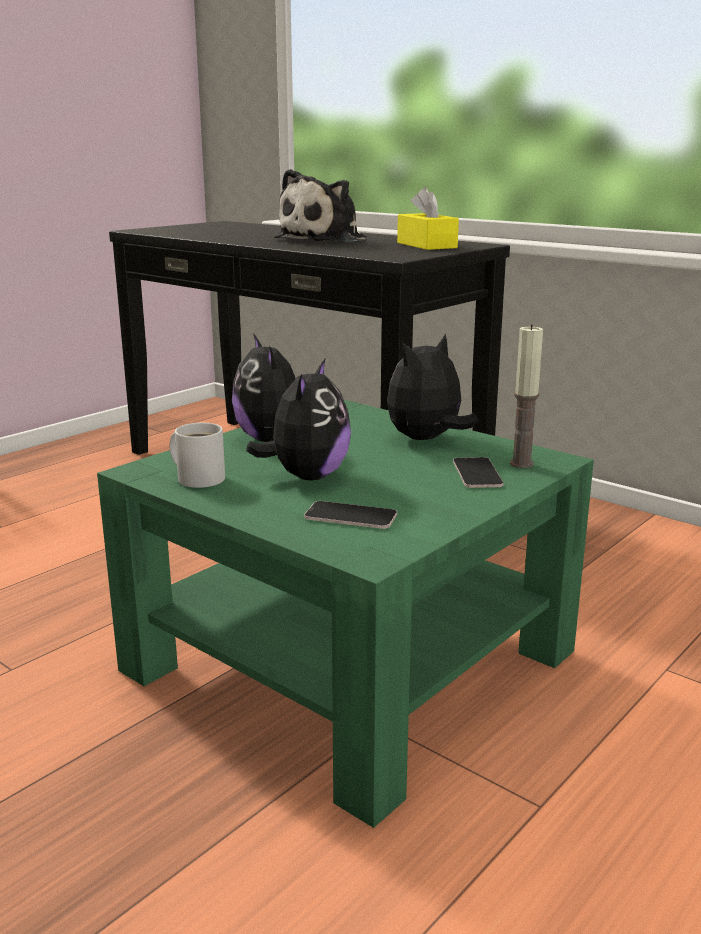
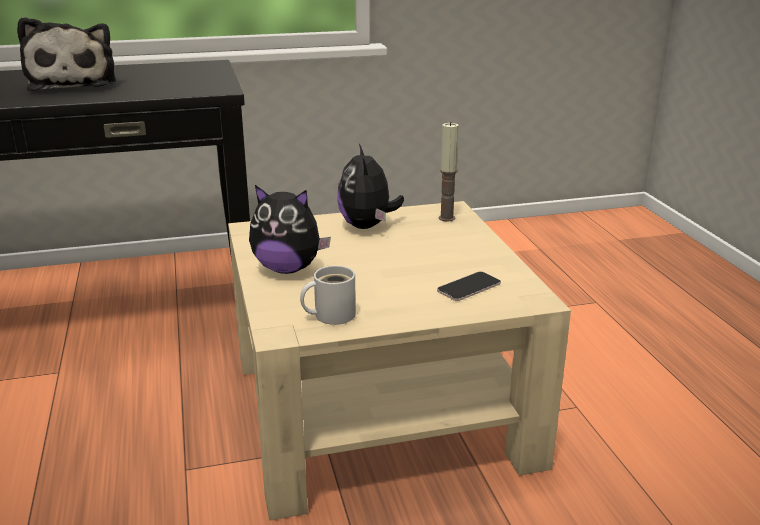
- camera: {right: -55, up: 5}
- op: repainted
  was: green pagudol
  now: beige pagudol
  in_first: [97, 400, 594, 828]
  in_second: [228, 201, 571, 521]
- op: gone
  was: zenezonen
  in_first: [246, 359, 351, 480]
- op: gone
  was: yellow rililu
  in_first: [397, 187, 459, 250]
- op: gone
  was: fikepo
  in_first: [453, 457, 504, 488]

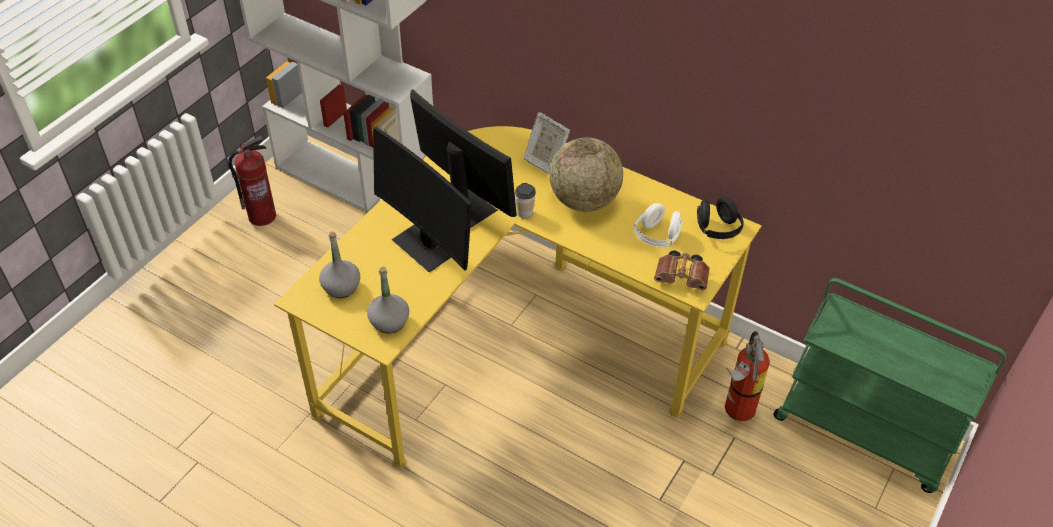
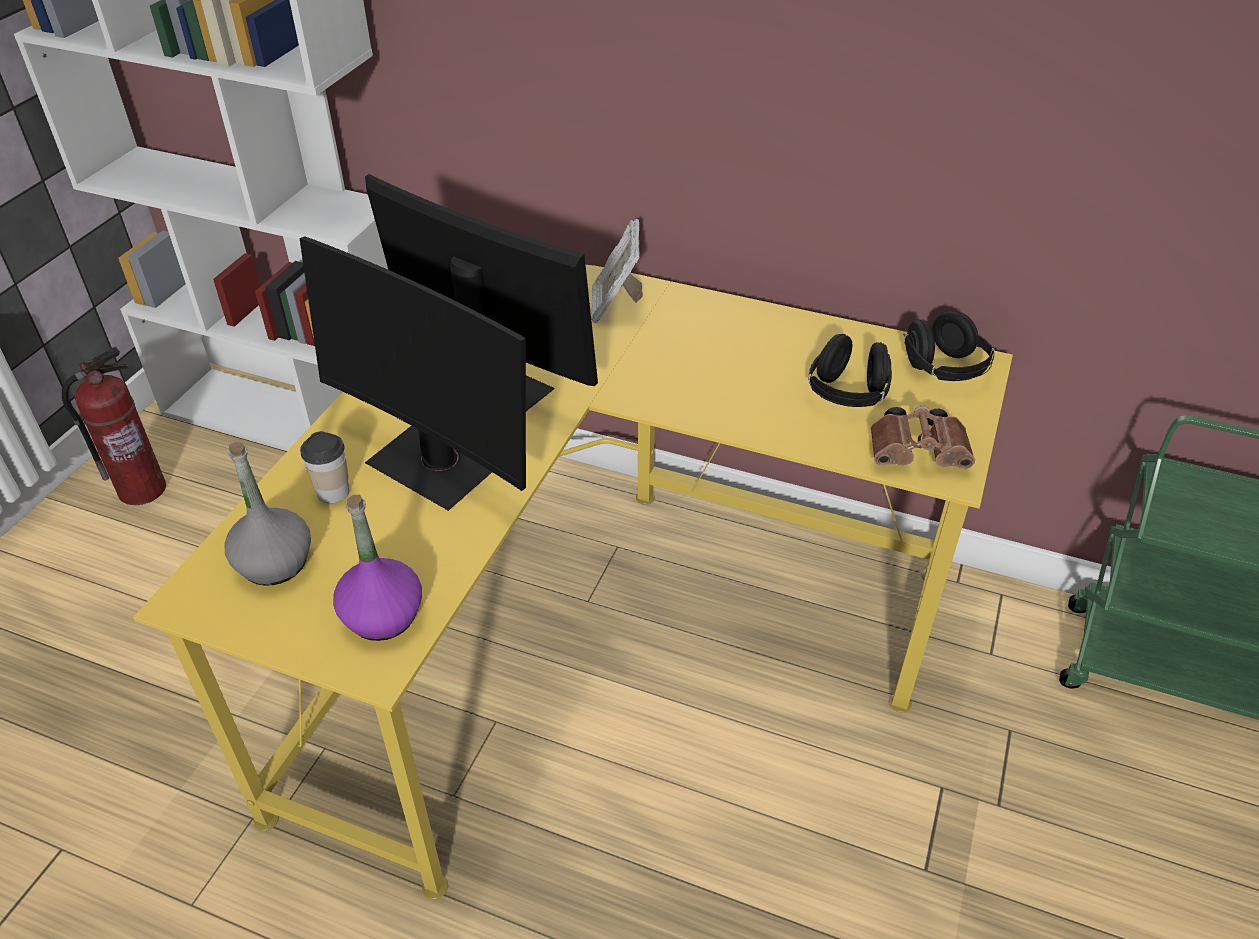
- camera: {right: -10, up: -5}
- op: repainted
  was: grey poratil
  now: purple poratil
  in_first: [367, 267, 409, 334]
  in_second: [333, 495, 422, 641]
- op: shifted
  was: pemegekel
  in_first: [515, 183, 536, 218]
  in_second: [300, 431, 350, 503]
- op: rotated
  was: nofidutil
  in_first: [524, 112, 570, 174]
  in_second: [591, 219, 643, 323]
  clockwise: 60
- op: gone
  was: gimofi
  in_first: [549, 137, 623, 212]
- op: repainted
  was: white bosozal
  now: black bosozal
  in_first: [634, 203, 683, 247]
  in_second: [808, 334, 892, 407]
- op: gone
  was: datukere
  in_first: [725, 331, 770, 421]

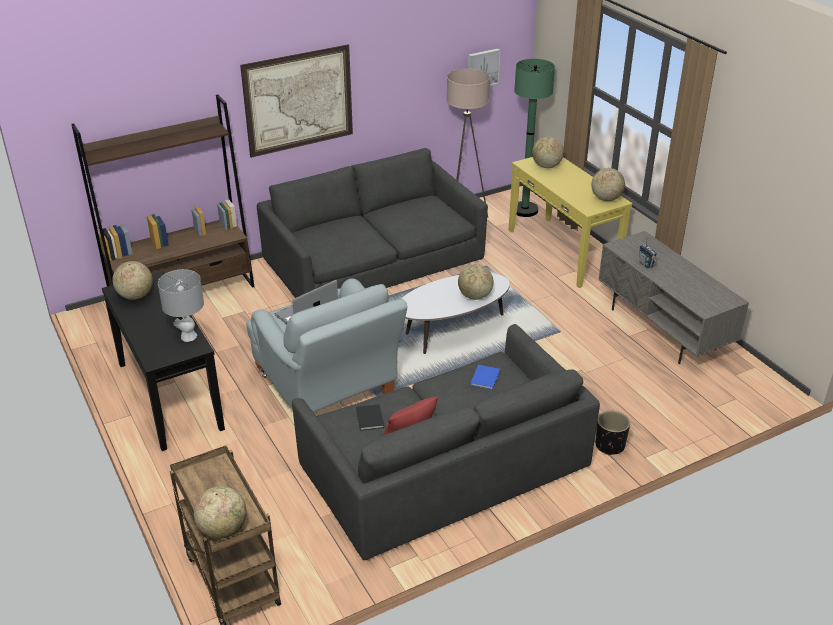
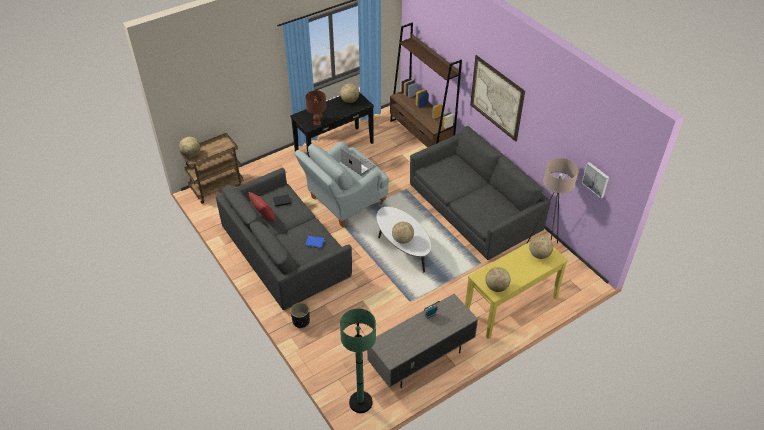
- camera: {right: 85, up: 10}
- op: repainted
  was: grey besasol
  now: brown besasol
  in_first: [158, 269, 204, 342]
  in_second: [305, 90, 326, 125]
- op: shifted
  was: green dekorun
  in_first: [514, 59, 555, 217]
  in_second: [340, 308, 376, 413]

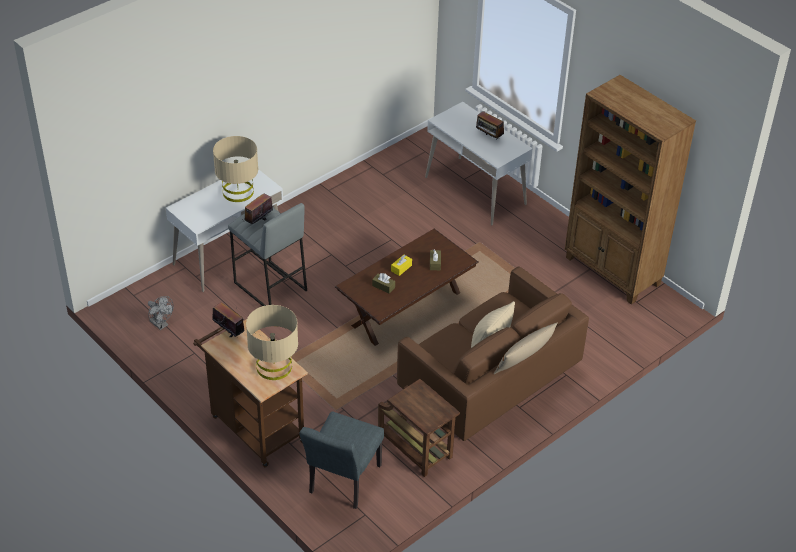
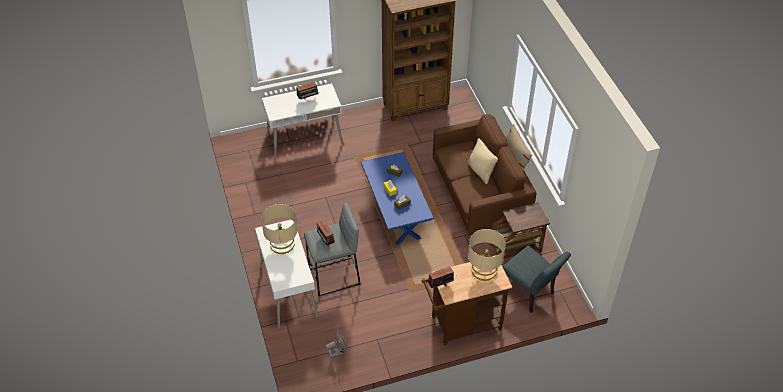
- camera: {right: -65, up: 5}
- op: repainted
  was: brown pagudol
  now: blue pagudol
  in_first: [335, 229, 479, 346]
  in_second: [361, 152, 434, 245]

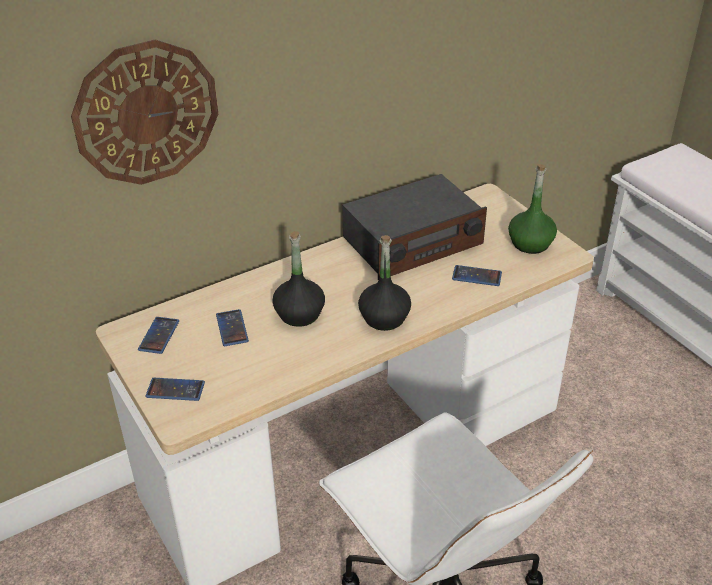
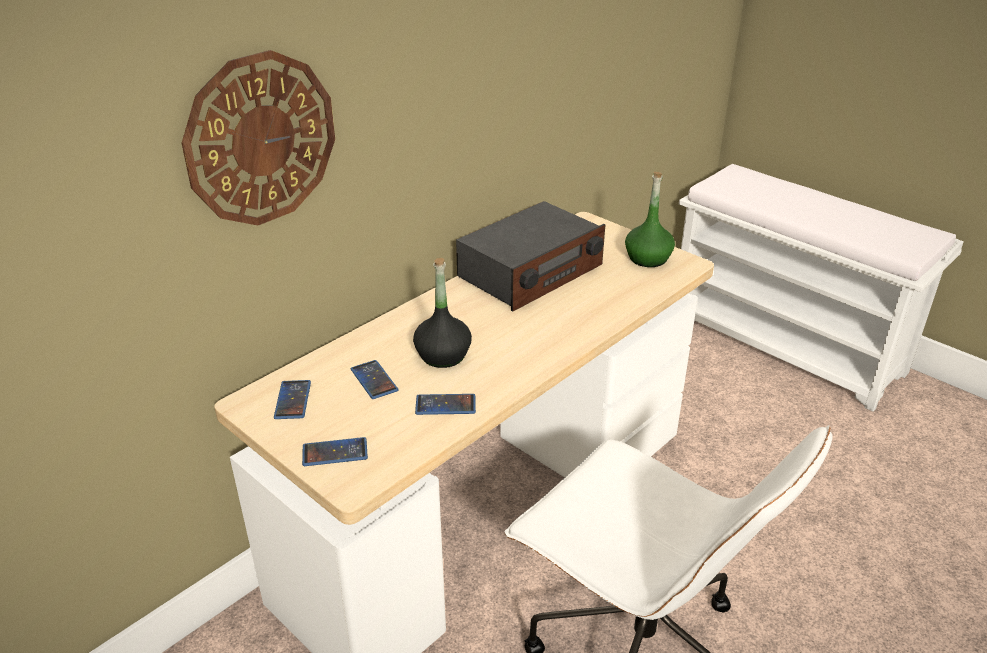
- camera: {right: -15, up: -5}
- op: gone
  was: black poratil
  in_first: [358, 235, 411, 331]
- op: shifted
  was: fikepo
  in_first: [452, 265, 502, 286]
  in_second: [415, 394, 476, 415]

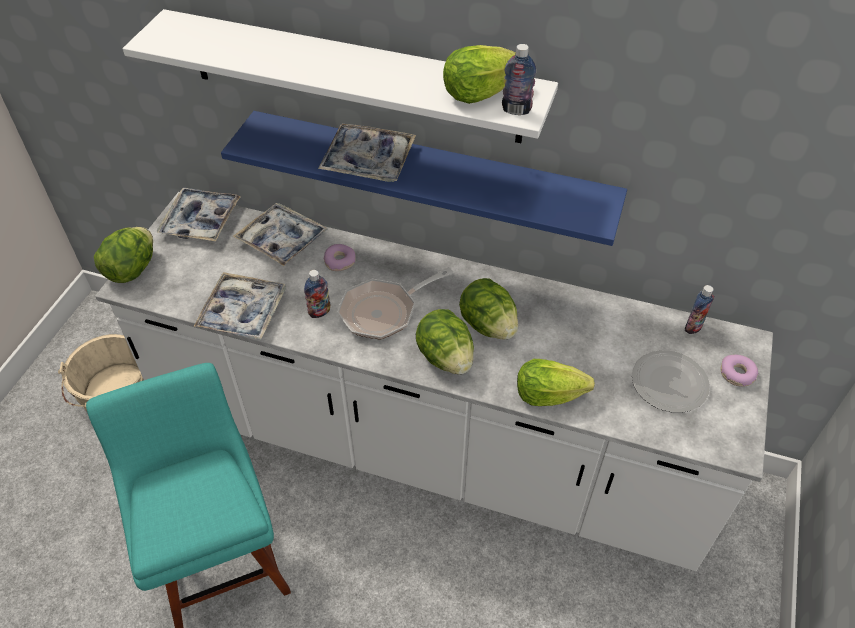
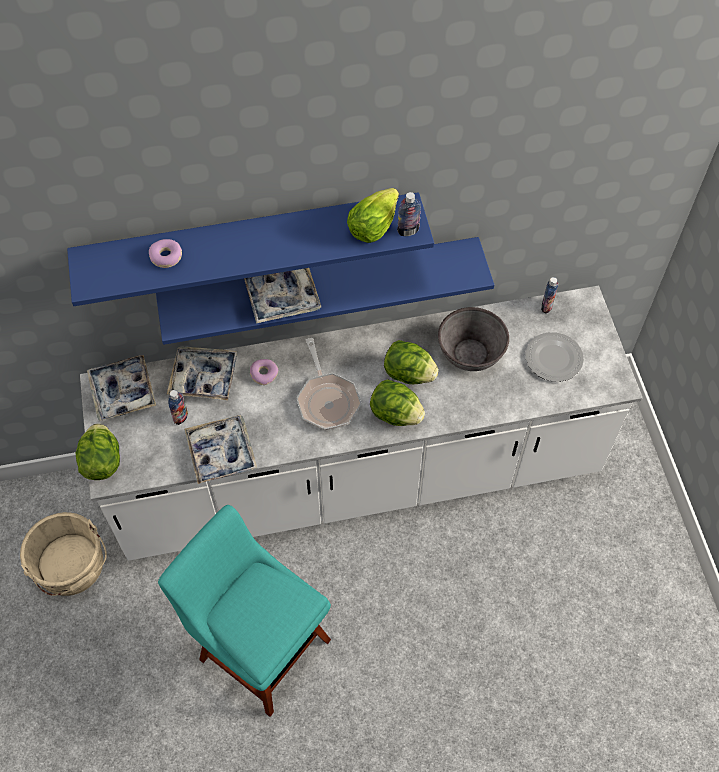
- camera: {right: -30, up: 10}
- op: repainted
  was: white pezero
  now: blue pezero
  in_first: [123, 9, 558, 143]
  in_second: [67, 192, 434, 306]
- op: shifted
  was: poratil
  in_first: [304, 270, 330, 318]
  in_second: [168, 390, 188, 425]
- op: rotated
  was: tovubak
  in_first: [337, 267, 454, 340]
  in_second: [296, 338, 361, 430]
  clockwise: -45
- op: gone
  was: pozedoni
  in_first: [517, 359, 595, 406]
- op: shifted
  was: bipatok
  in_first: [720, 355, 758, 387]
  in_second: [149, 239, 182, 268]
- op: new
  now: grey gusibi
  in_second: [438, 307, 509, 371]

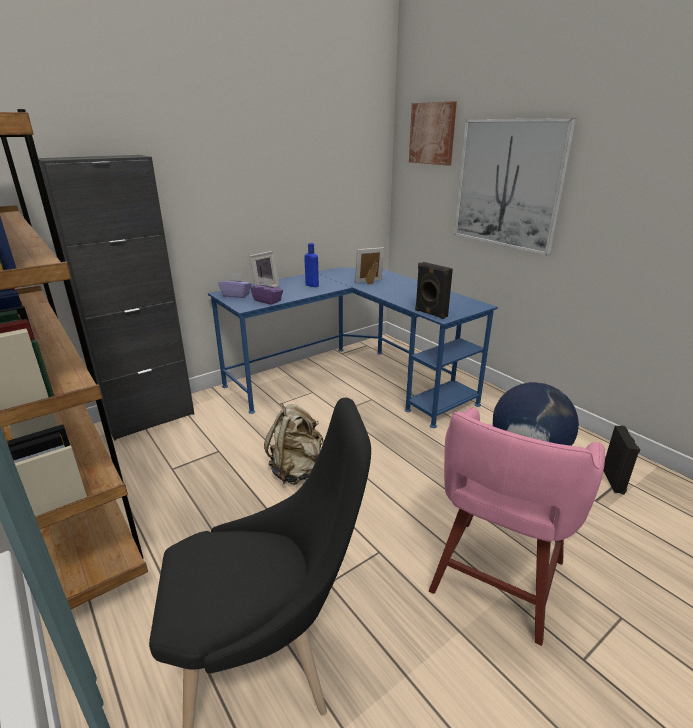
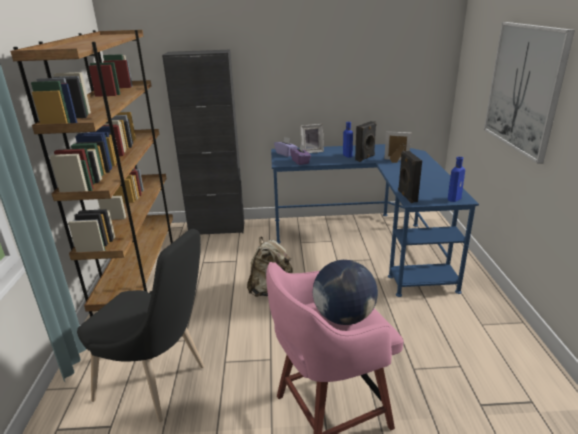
- camera: {right: 35, up: 0}
- op: gone
  was: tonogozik
  in_first: [409, 101, 457, 166]
- op: shifted
  was: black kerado
  in_first: [604, 425, 640, 494]
  in_second: [355, 121, 376, 162]
- op: new
  now: blue poratil
  in_second: [448, 157, 465, 202]

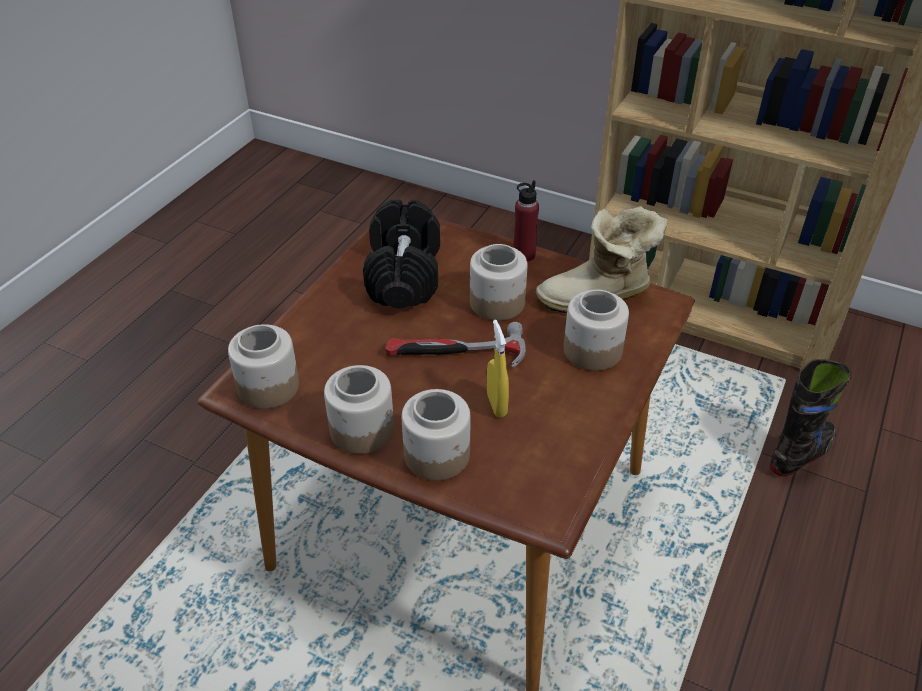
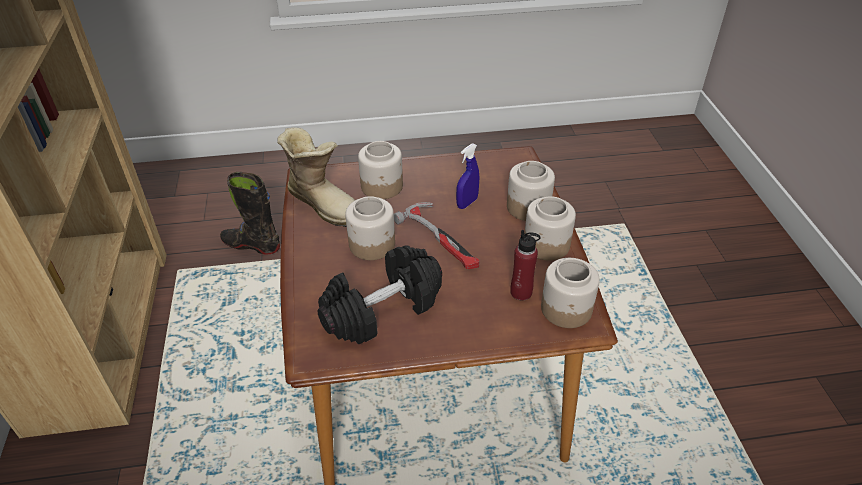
- camera: {right: -125, up: 0}
- op: repainted
  was: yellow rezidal
  now: blue rezidal
  in_first: [487, 320, 509, 417]
  in_second: [456, 143, 480, 209]
- op: shifted
  was: red poratil
  in_first: [513, 180, 539, 262]
  in_second: [510, 230, 540, 300]

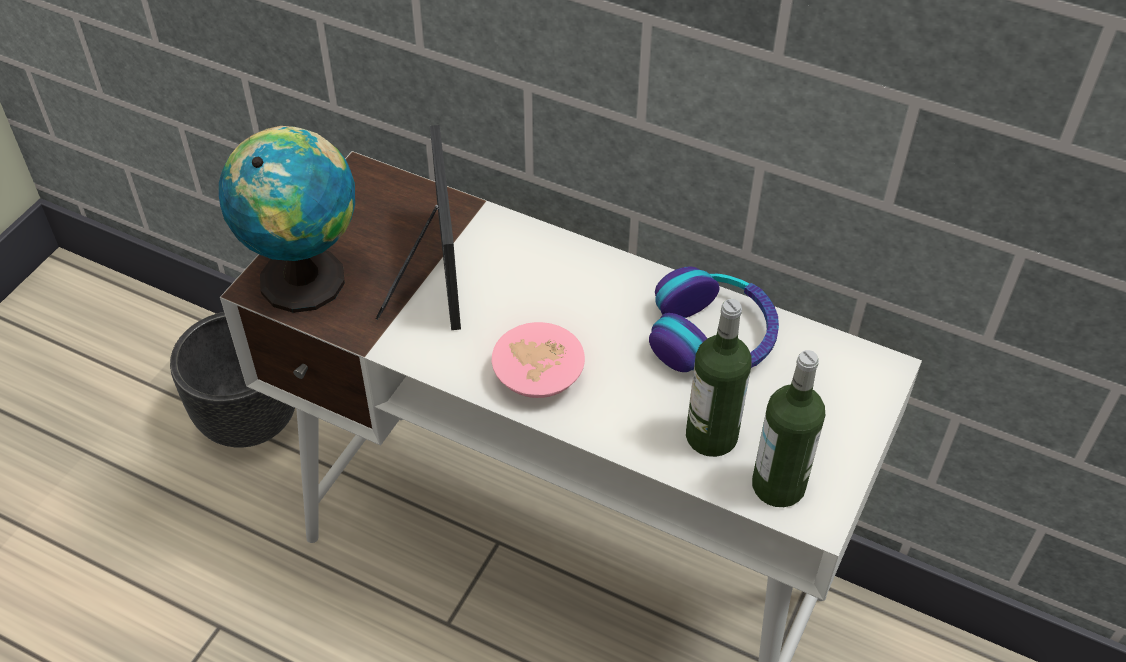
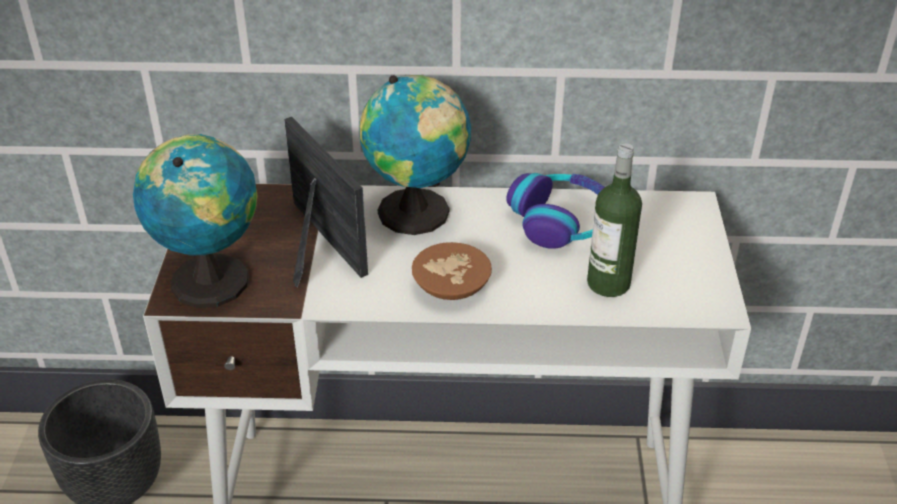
- camera: {right: -25, up: -10}
- op: repainted
  was: pink gusibi
  now: brown gusibi
  in_first: [492, 322, 585, 398]
  in_second: [412, 242, 492, 300]
- op: gone
  was: poratil
  in_first: [752, 350, 825, 507]
- op: new
  now: gimofi
  in_second: [359, 75, 471, 235]

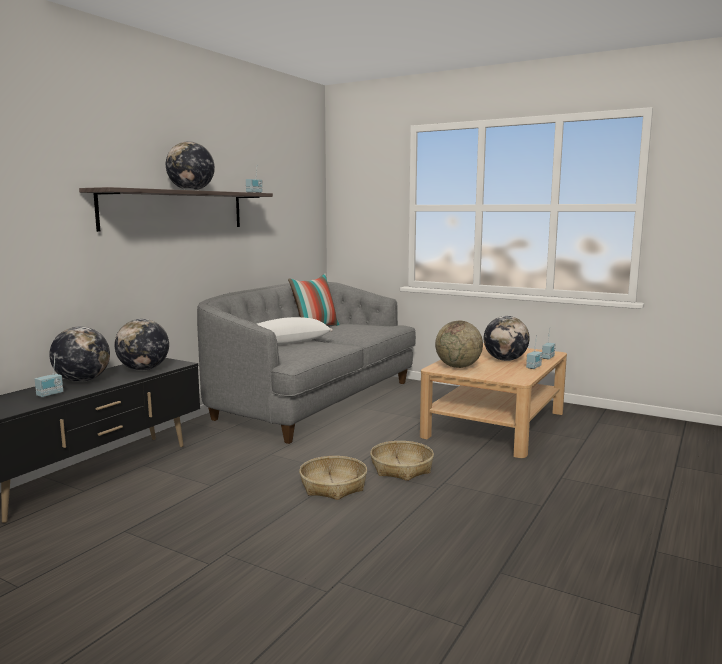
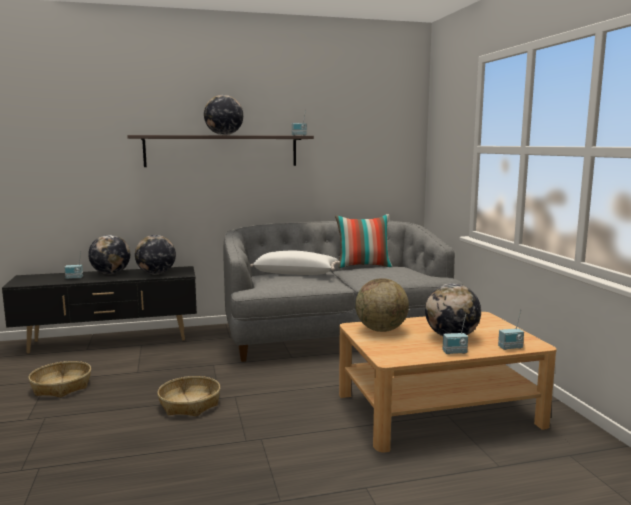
- camera: {right: 45, up: 0}
- op: shifted
  was: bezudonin
  in_first: [370, 441, 434, 481]
  in_second: [28, 361, 91, 397]

